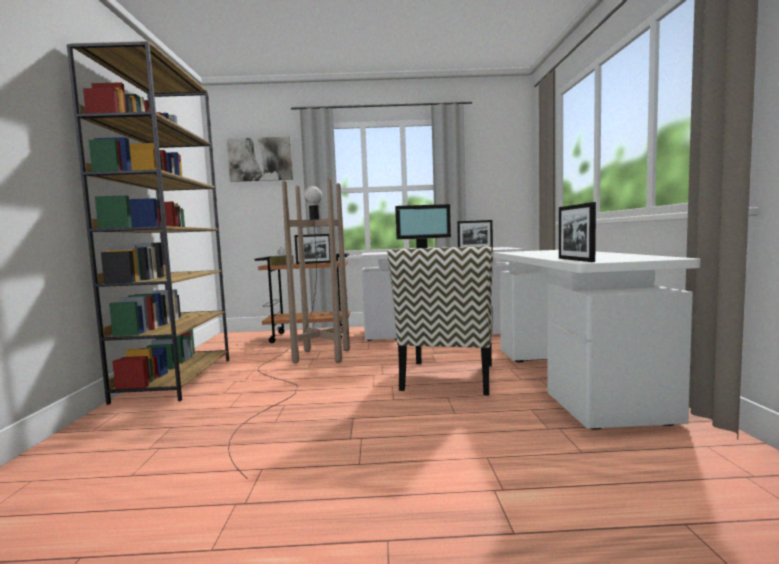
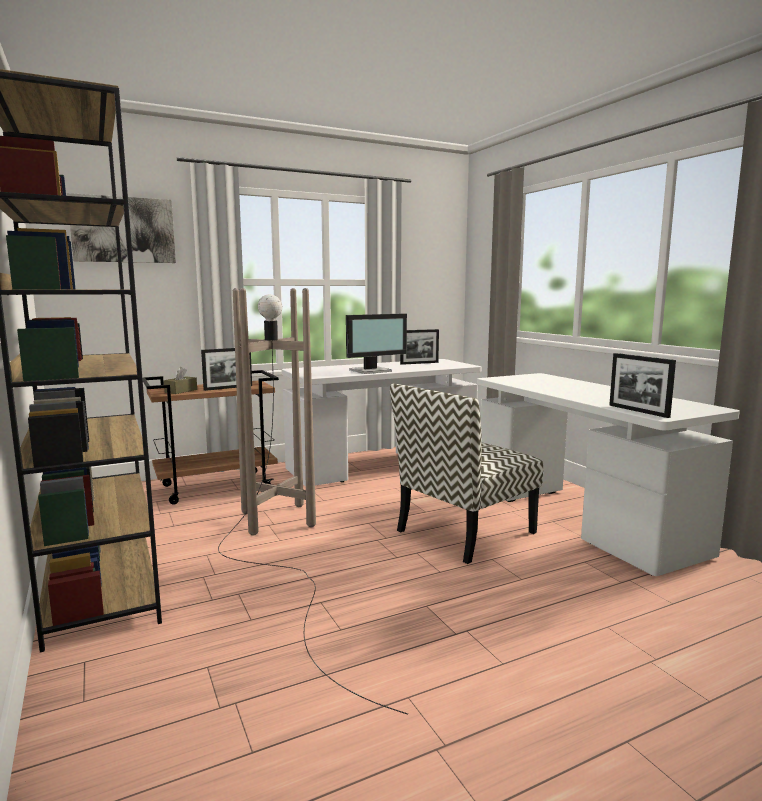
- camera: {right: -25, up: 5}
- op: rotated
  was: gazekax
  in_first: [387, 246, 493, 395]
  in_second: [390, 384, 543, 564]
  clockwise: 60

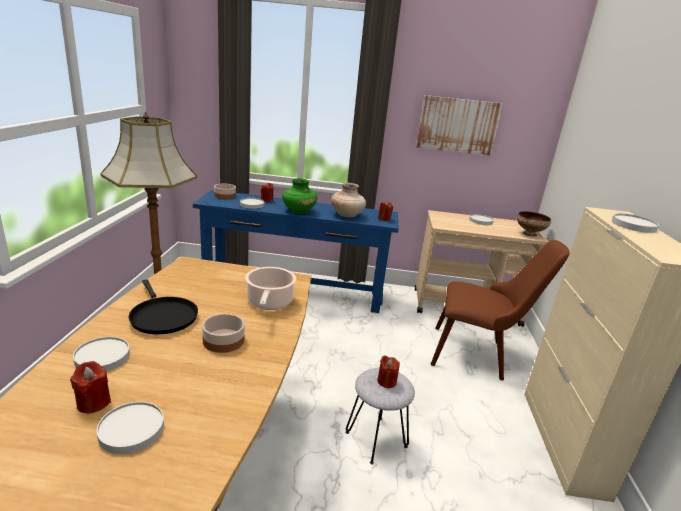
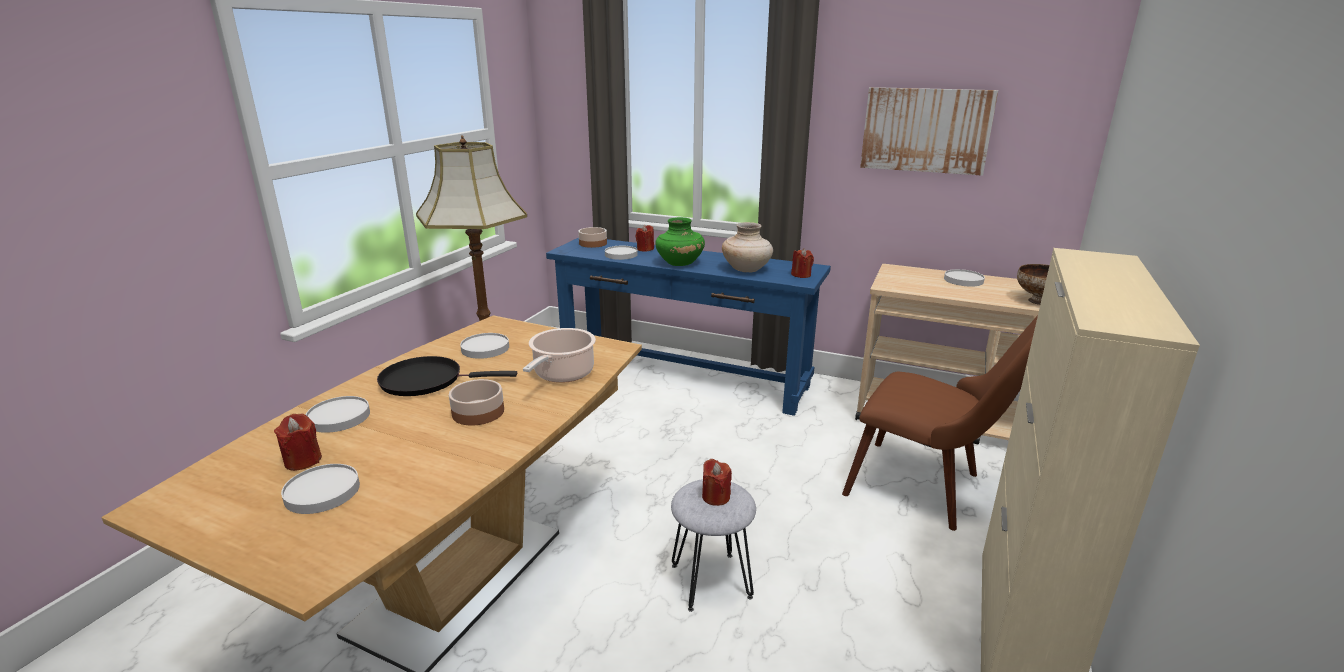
- camera: {right: 20, up: 0}
- op: rotated
  was: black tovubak
  in_first: [129, 279, 198, 334]
  in_second: [377, 356, 517, 396]
  clockwise: 105
- op: shifted
  was: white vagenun
  in_first: [612, 213, 659, 233]
  in_second: [460, 333, 509, 359]

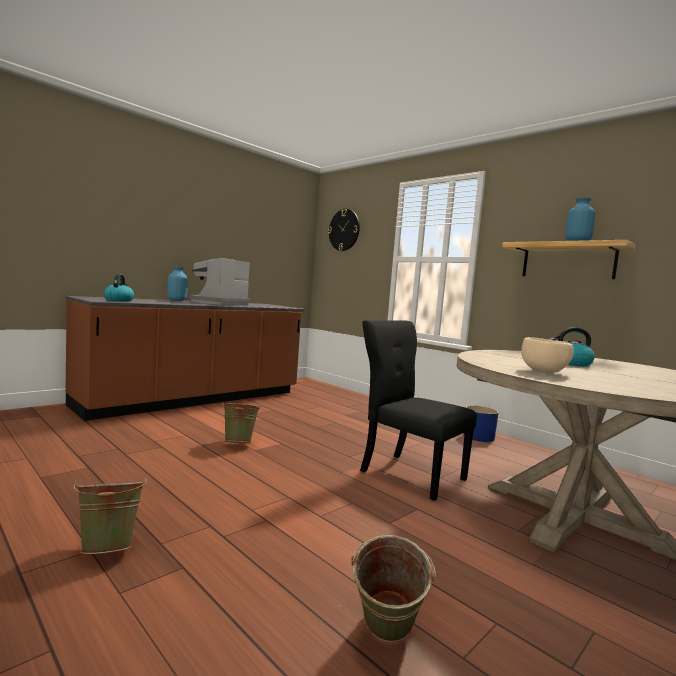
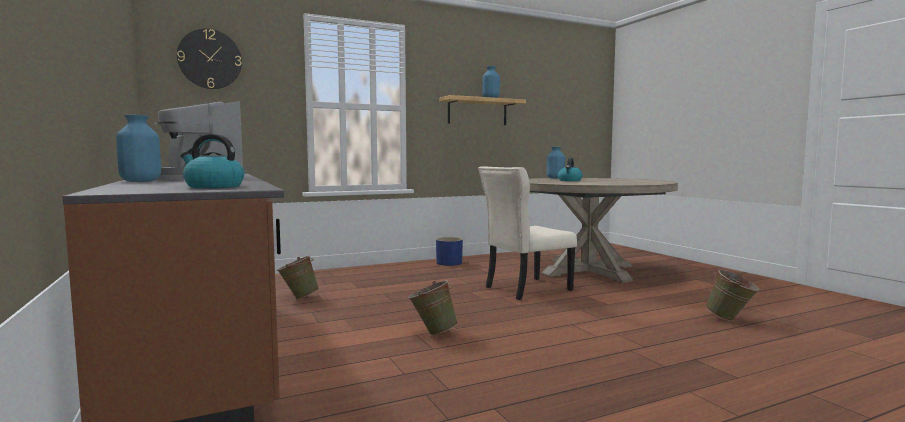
- camera: {right: -70, up: 0}
- op: shifted
  was: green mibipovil
  in_first: [73, 478, 147, 554]
  in_second: [277, 255, 319, 299]
- op: repainted
  was: black gazekax
  now: beige gazekax
  in_first: [360, 320, 477, 501]
  in_second: [478, 166, 577, 300]
- op: gone
  was: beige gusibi
  in_first: [521, 337, 574, 373]
- op: new
  now: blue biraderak
  in_second: [547, 147, 565, 179]

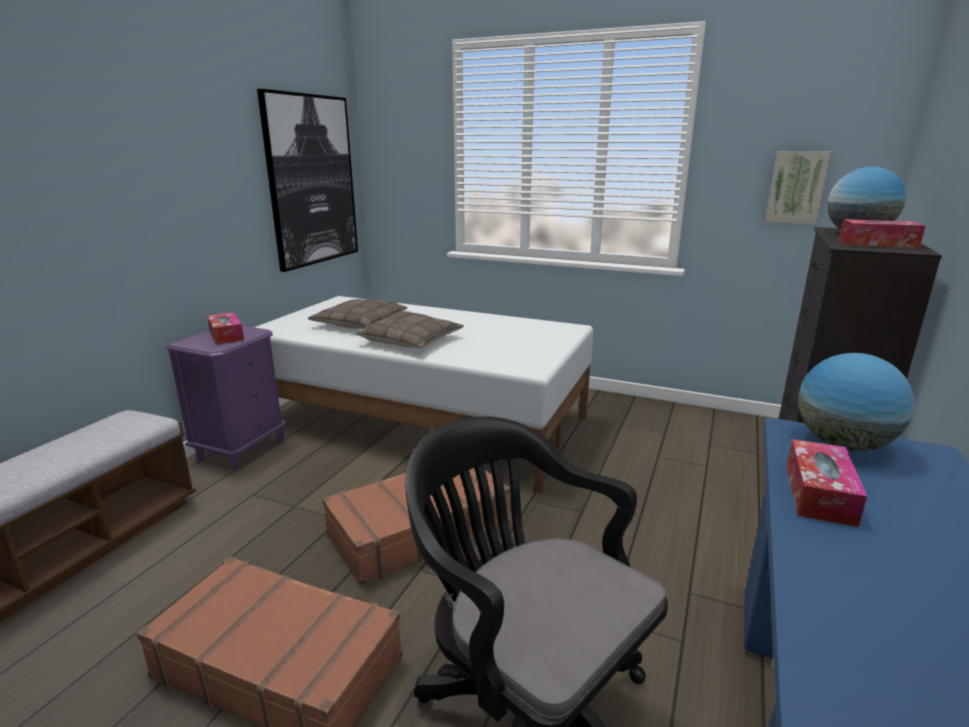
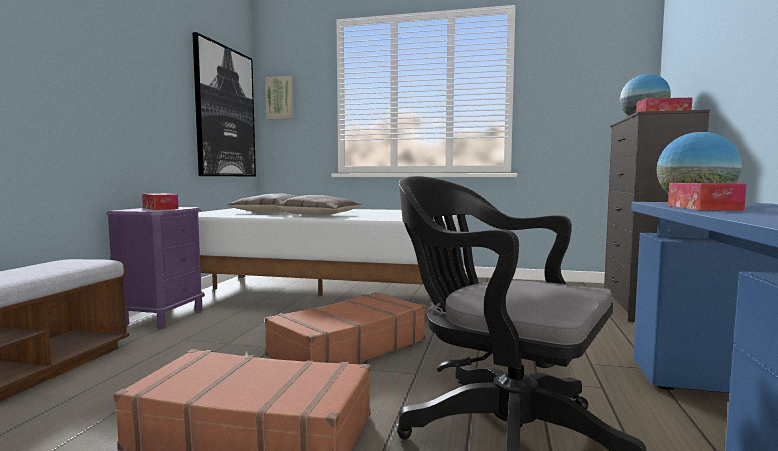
- camera: {right: -10, up: -15}
- op: shifted
  was: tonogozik
  in_first: [766, 151, 831, 224]
  in_second: [265, 76, 294, 120]

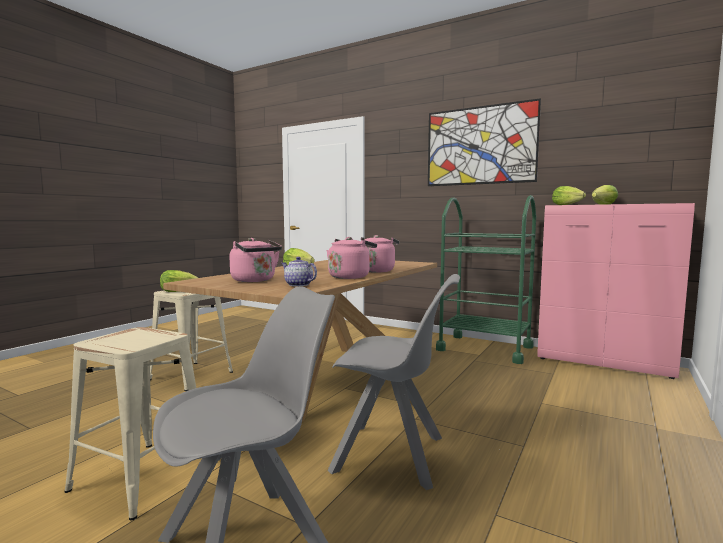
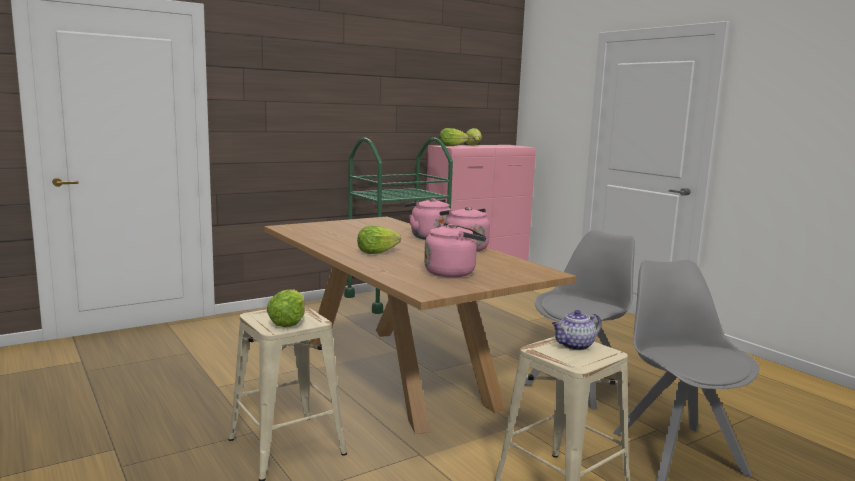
- camera: {right: -65, up: 5}
- op: shifted
  was: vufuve
  in_first: [282, 257, 317, 286]
  in_second: [552, 310, 601, 351]
- op: gone
  was: tonogozik
  in_first: [428, 98, 541, 186]

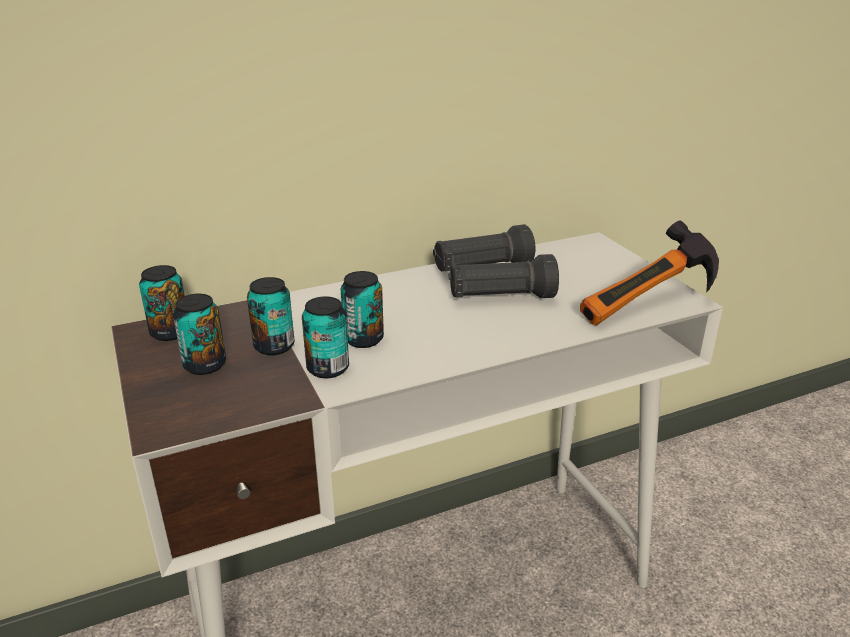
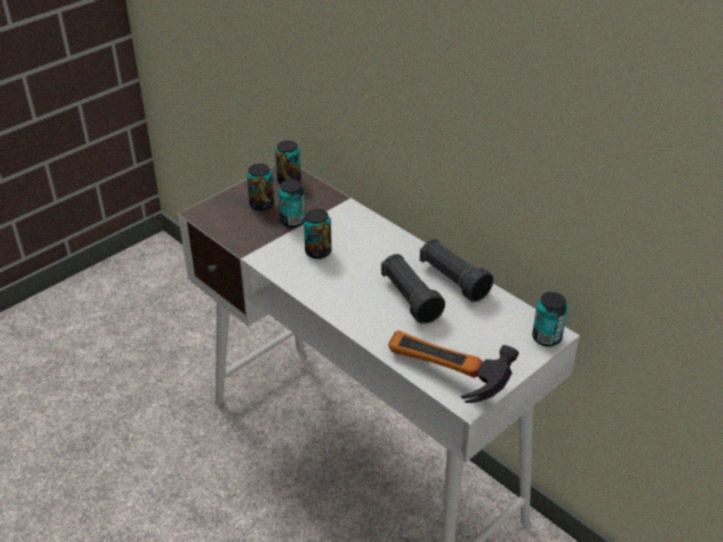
- camera: {right: 70, up: 10}
- op: shifted
  was: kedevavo
  in_first: [302, 296, 349, 378]
  in_second: [532, 292, 568, 347]

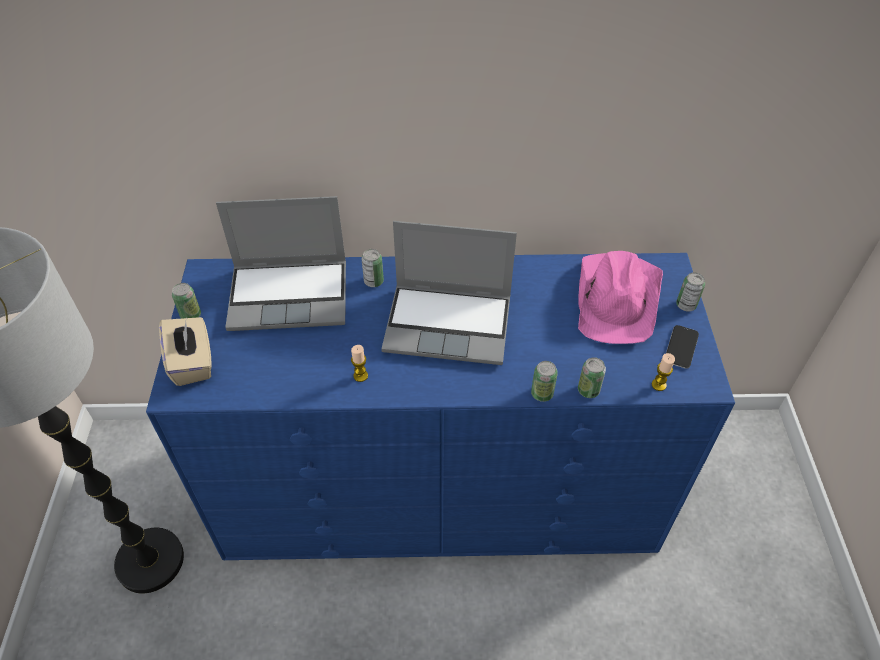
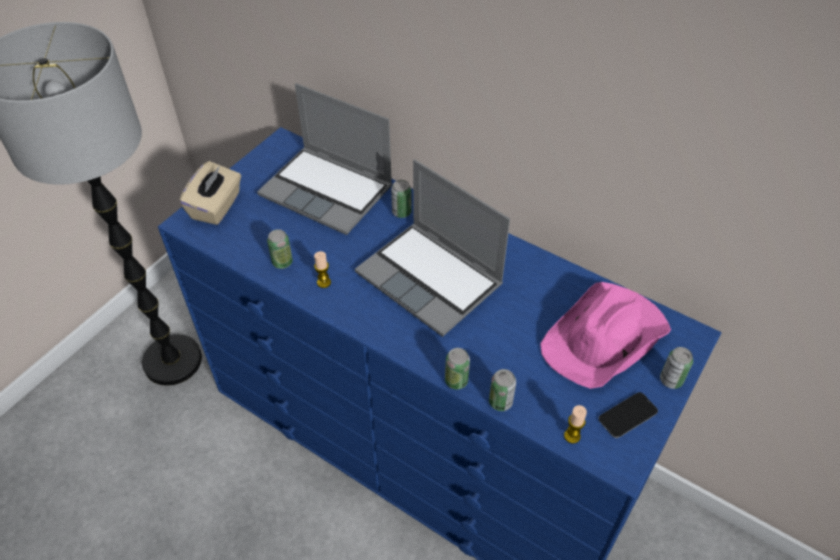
- camera: {right: 35, up: 0}
- op: shifted
  was: kedevavo
  in_first: [172, 283, 201, 319]
  in_second: [267, 229, 293, 269]

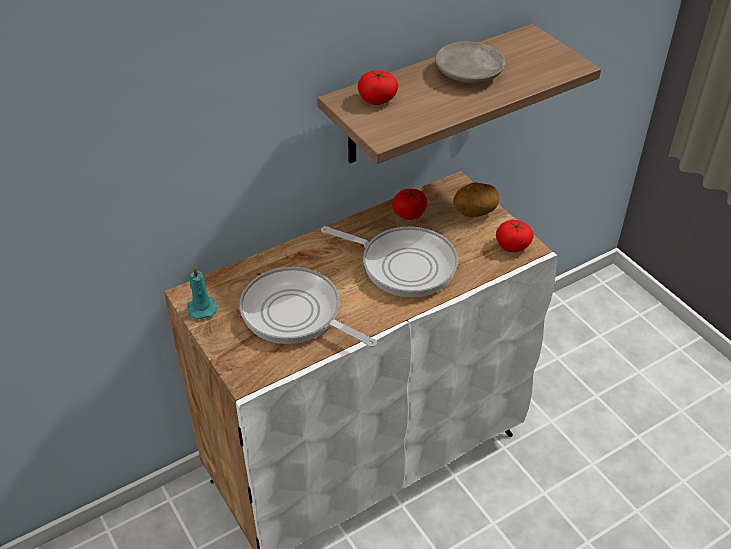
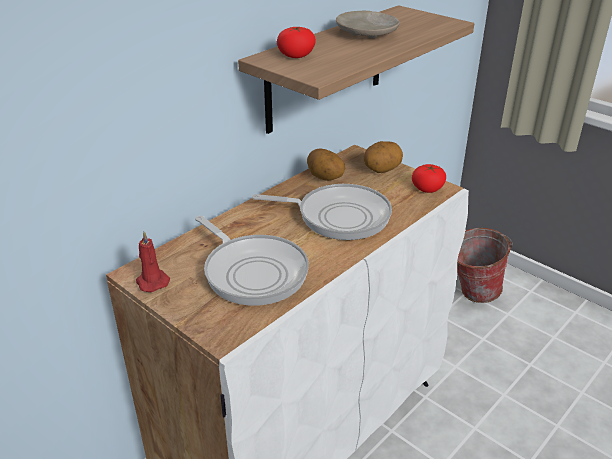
- camera: {right: -15, up: -10}
- op: repainted
  was: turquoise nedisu
  now: red nedisu
  in_first: [187, 266, 218, 320]
  in_second: [136, 231, 170, 292]
- op: rotated
  was: tovubak
  in_first: [240, 267, 377, 347]
  in_second: [195, 215, 309, 306]
  clockwise: -150
- op: swapped
  was: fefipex
  now: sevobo
  in_first: [392, 189, 427, 220]
  in_second: [307, 148, 345, 181]
- op: new
  now: mibipovil
  in_second: [457, 228, 513, 303]

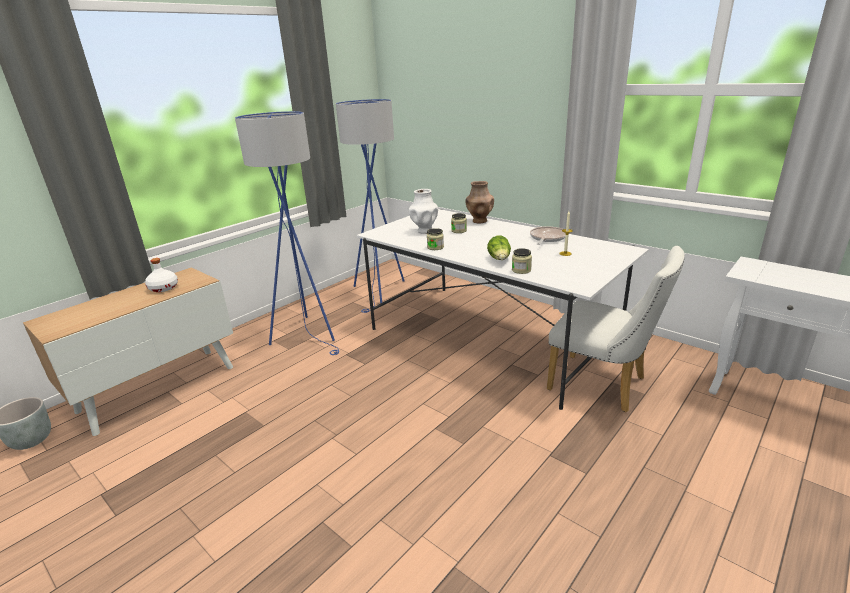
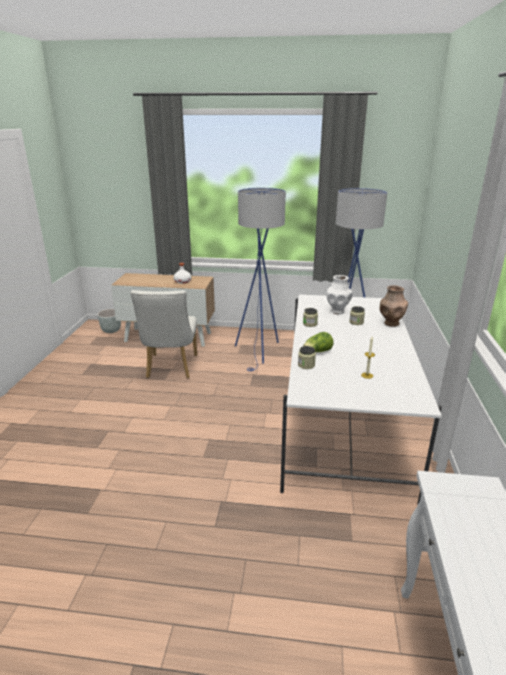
- camera: {right: 55, up: 0}
- op: gone
  was: tovubak
  in_first: [530, 226, 566, 245]
- op: shifted
  was: white gazekax
  in_first: [547, 246, 685, 412]
  in_second: [131, 290, 197, 378]

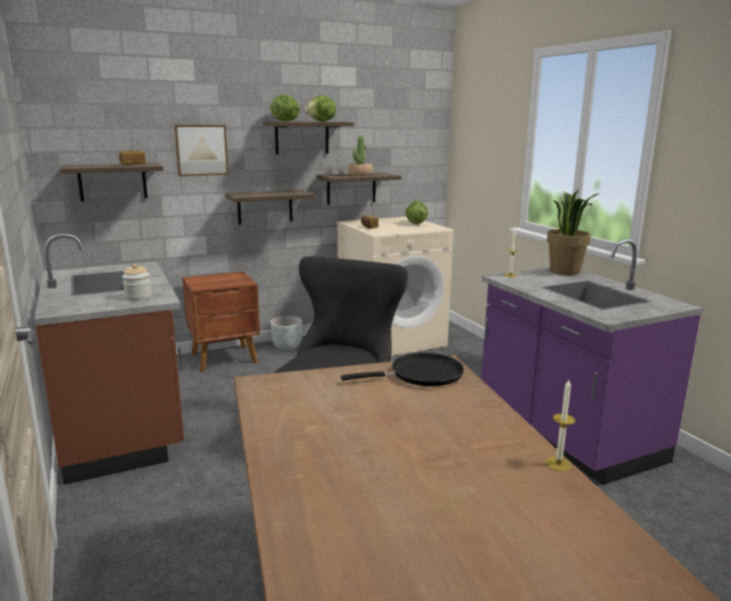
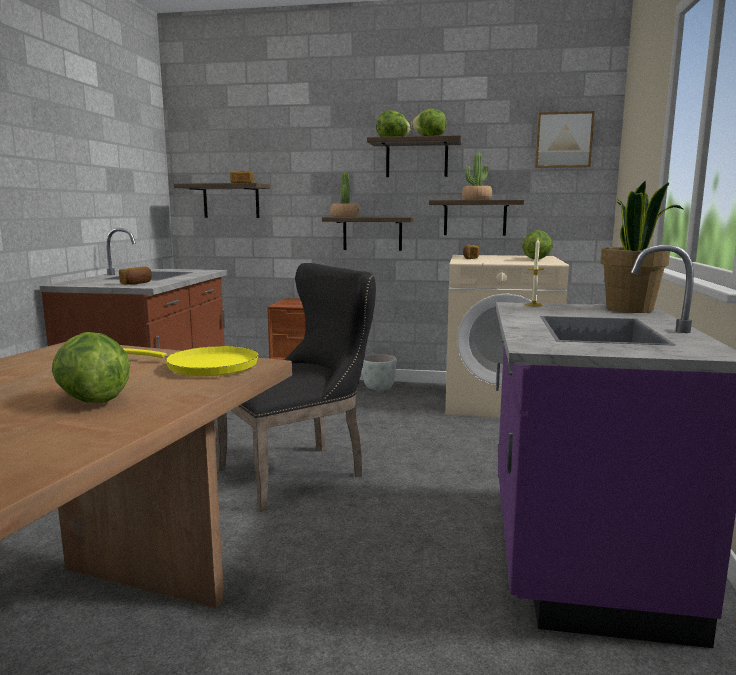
- camera: {right: 35, up: -5}
- op: swapped
  was: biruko
  now: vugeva
  in_first: [122, 264, 151, 301]
  in_second: [119, 266, 152, 285]
- op: shifted
  was: tonogozik
  in_first: [174, 125, 229, 176]
  in_second: [535, 111, 595, 168]
- op: repainted
  was: black tovubak
  now: yellow tovubak
  in_first: [341, 353, 464, 386]
  in_second: [123, 346, 259, 376]
- op: gone
  was: nedisu
  in_first: [546, 380, 575, 471]
- op: new
  now: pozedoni
  in_second: [52, 332, 130, 403]
- op: new
  now: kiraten
  in_second: [330, 172, 359, 217]

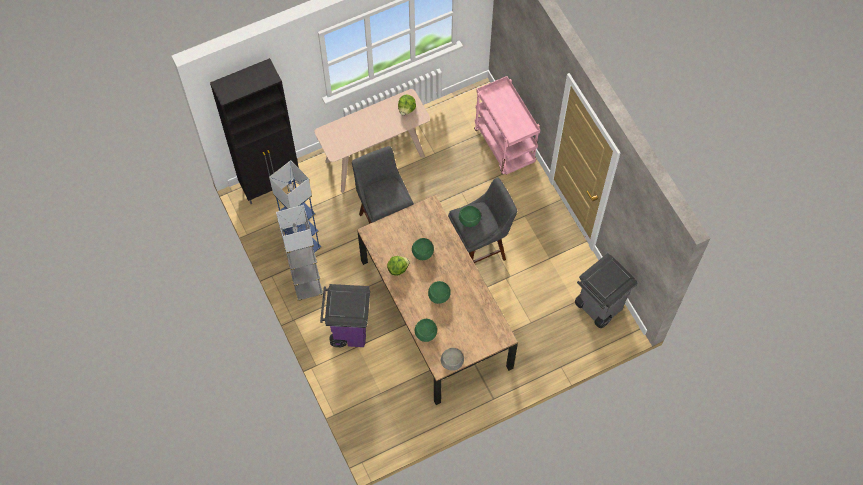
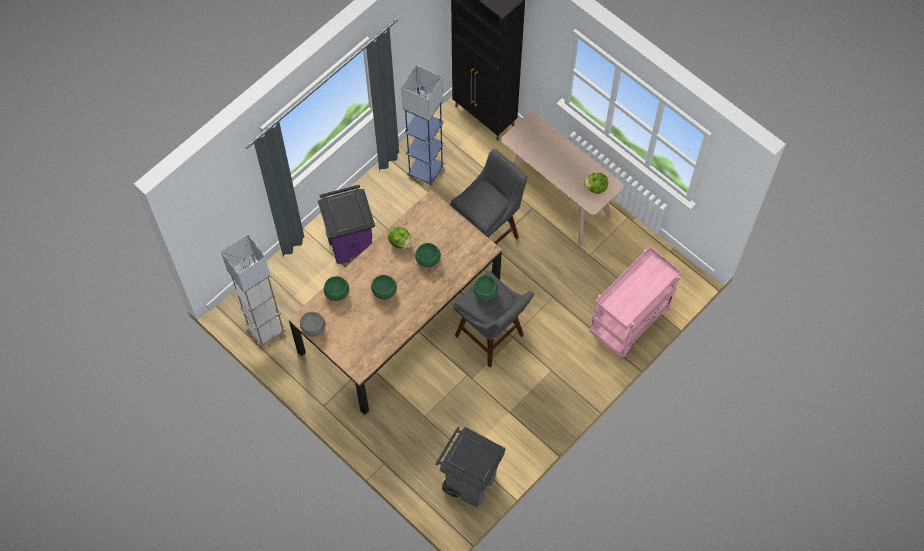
- camera: {right: 70, up: 0}
- op: shifted
  was: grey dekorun
  in_first: [276, 205, 323, 301]
  in_second: [221, 234, 286, 347]

